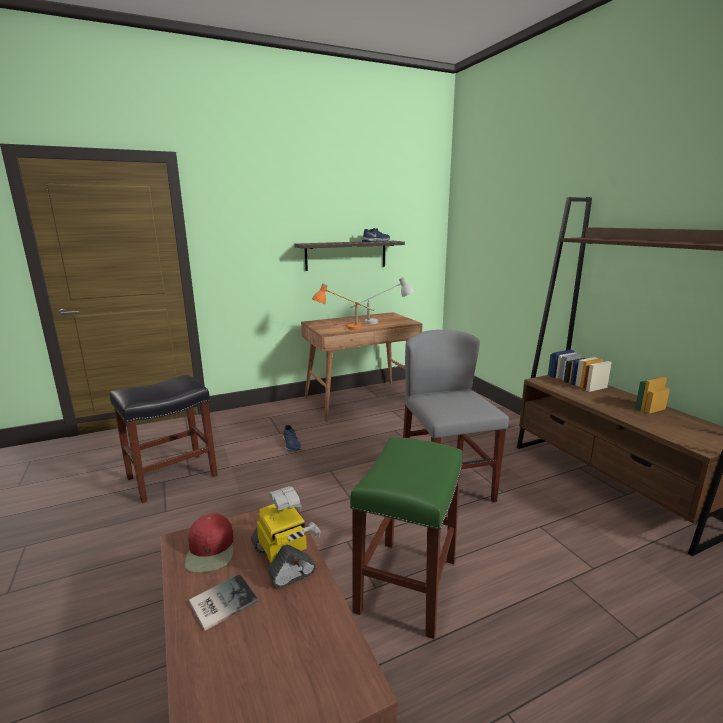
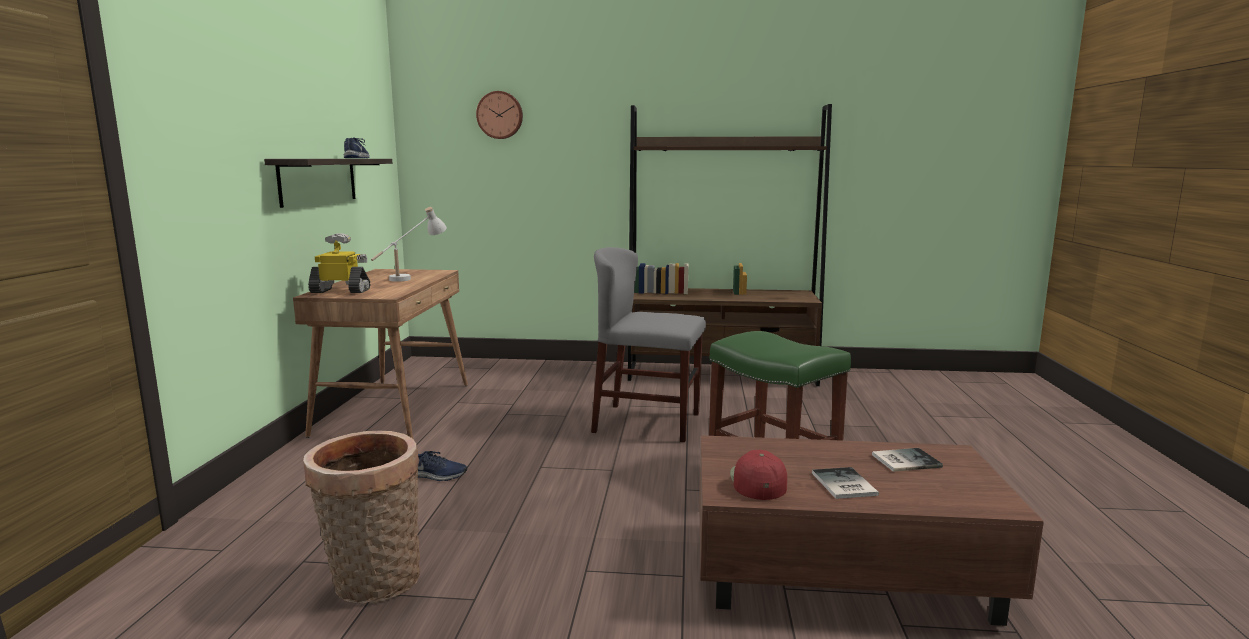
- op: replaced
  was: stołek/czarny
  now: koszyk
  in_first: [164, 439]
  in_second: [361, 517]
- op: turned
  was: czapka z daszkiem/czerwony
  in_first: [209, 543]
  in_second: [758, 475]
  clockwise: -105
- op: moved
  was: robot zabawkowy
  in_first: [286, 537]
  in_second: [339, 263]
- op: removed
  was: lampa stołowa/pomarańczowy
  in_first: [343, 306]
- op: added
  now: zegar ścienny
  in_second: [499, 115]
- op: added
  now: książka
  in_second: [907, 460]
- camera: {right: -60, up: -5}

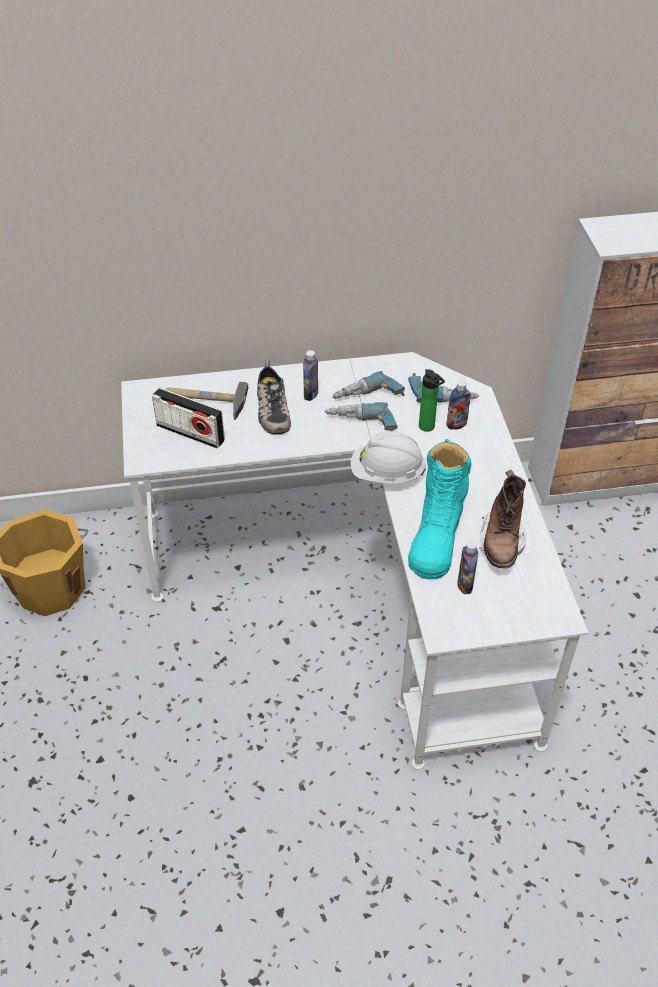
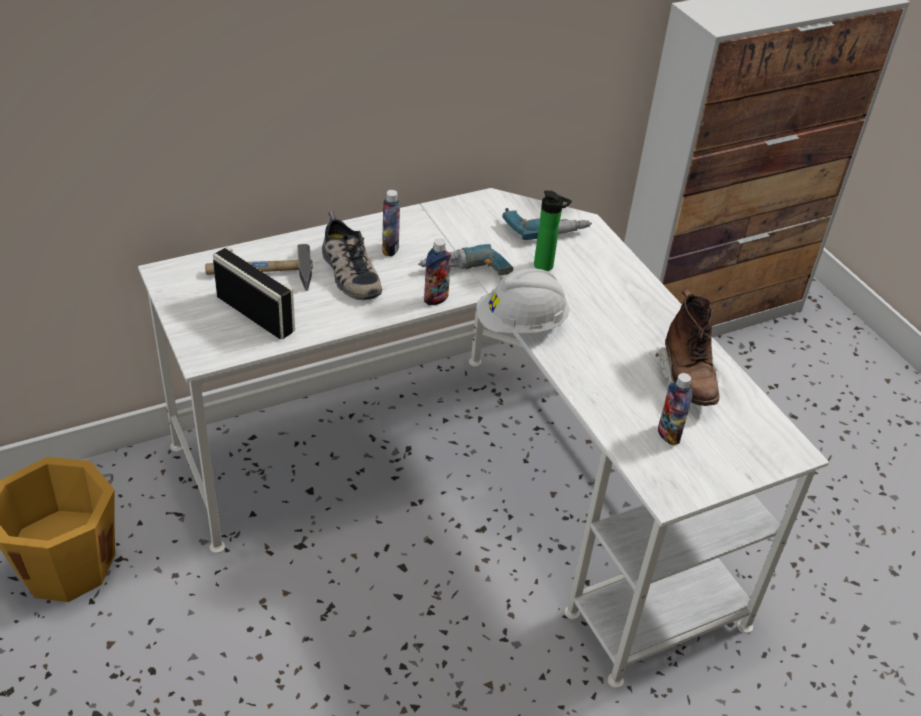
- op: turned
  was: radio
  in_first: [188, 418]
  in_second: [254, 293]
  clockwise: -150
- op: removed
  was: wiertarka
  in_first: [368, 385]
- op: removed
  was: but z cholewką/turkusowy
  in_first: [440, 509]
- op: moved
  was: butelka
  in_first: [458, 405]
  in_second: [437, 272]
- camera: {right: -20, up: -5}

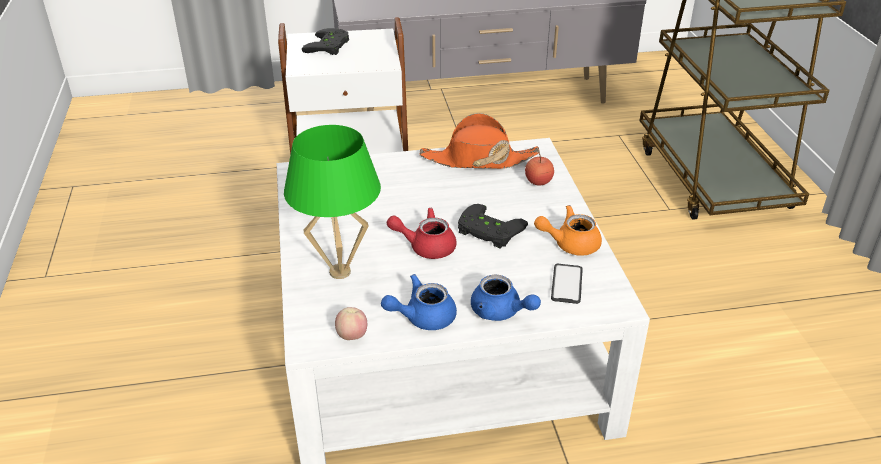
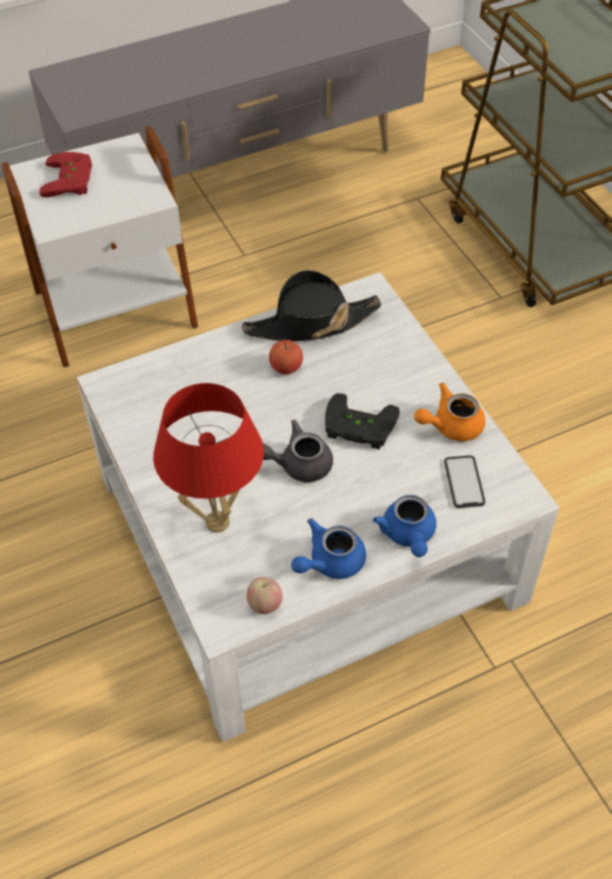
- op: recoloured
  was: lampa stołowa/zielony
  now: lampa stołowa/czerwony
  in_first: [332, 202]
  in_second: [208, 457]
- op: recoloured
  was: pad do gier/czarny
  now: pad do gier/czerwony
  in_first: [325, 41]
  in_second: [65, 174]
- op: recoloured
  was: imbryk/czerwony
  now: imbryk/szary
  in_first: [421, 233]
  in_second: [298, 451]
- op: recoloured
  was: kapelusz/pomarańczowy
  now: kapelusz/czarny
  in_first: [479, 141]
  in_second: [311, 305]
- op: turned
  was: imbryk/niebieski
  in_first: [506, 298]
  in_second: [404, 526]
  clockwise: 60
- op: moved
  was: jabłko
  in_first: [539, 169]
  in_second: [286, 356]
- camera: {right: -15, up: 15}

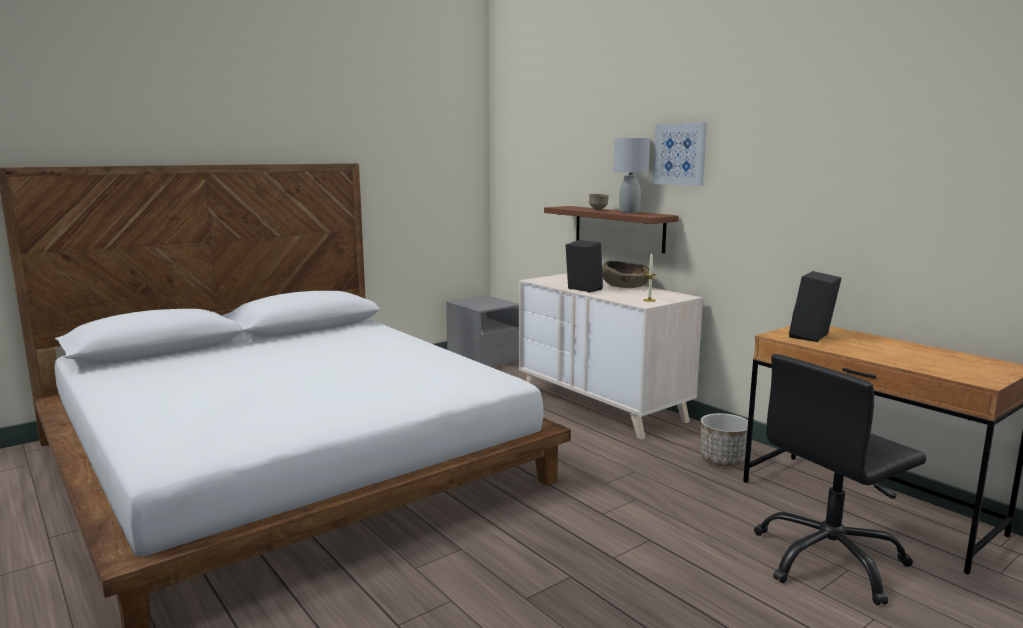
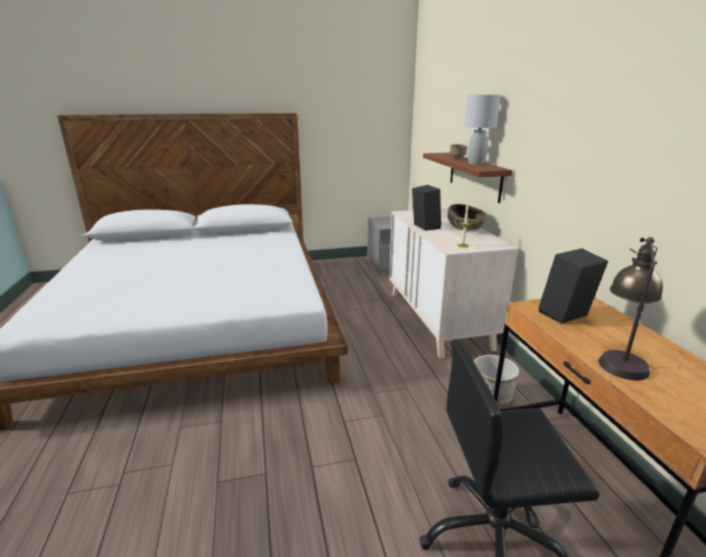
- op: removed
  was: obraz
  in_first: [680, 154]
- op: added
  now: lampa stołowa
  in_second: [630, 308]
- camera: {right: 25, up: 10}

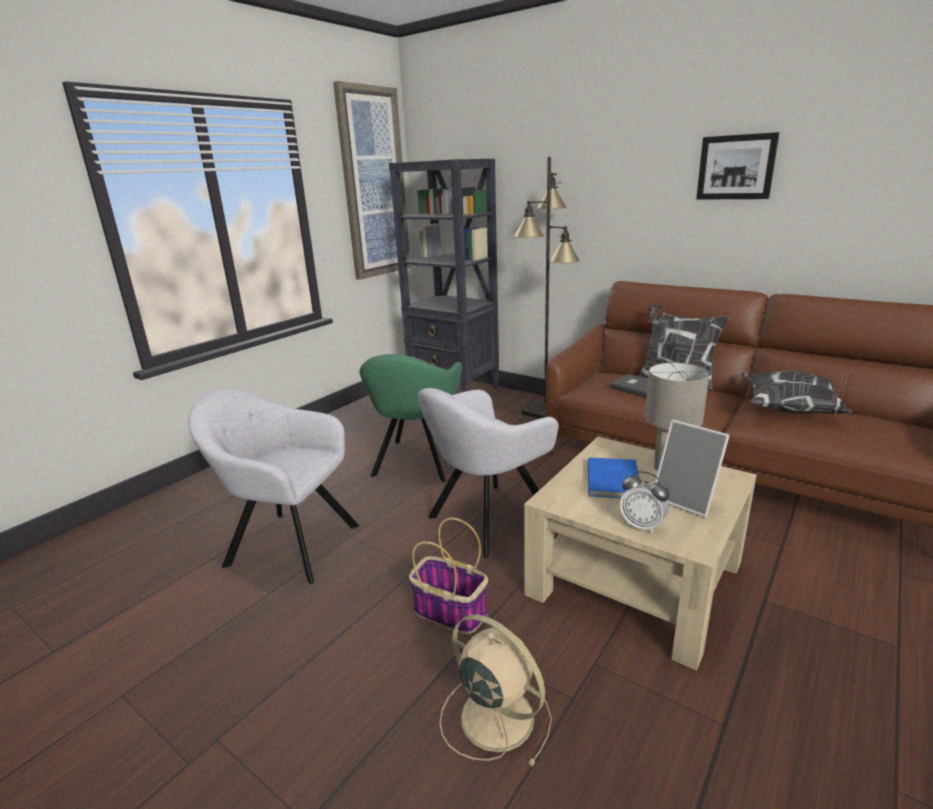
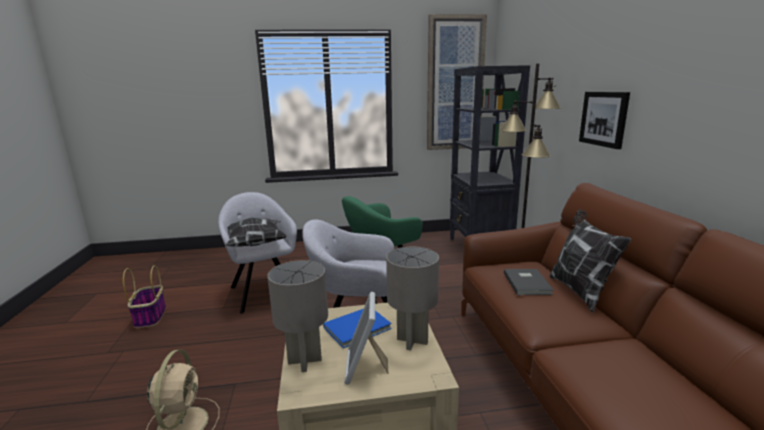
- op: moved
  was: koszyk
  in_first: [448, 576]
  in_second: [144, 296]
- op: replaced
  was: budzik
  now: lampa stołowa/szary
  in_first: [644, 502]
  in_second: [297, 316]
- op: moved
  was: obraz
  in_first: [737, 166]
  in_second: [604, 120]
- op: moved
  was: poduszka
  in_first: [796, 392]
  in_second: [256, 232]
- camera: {right: 45, up: -5}

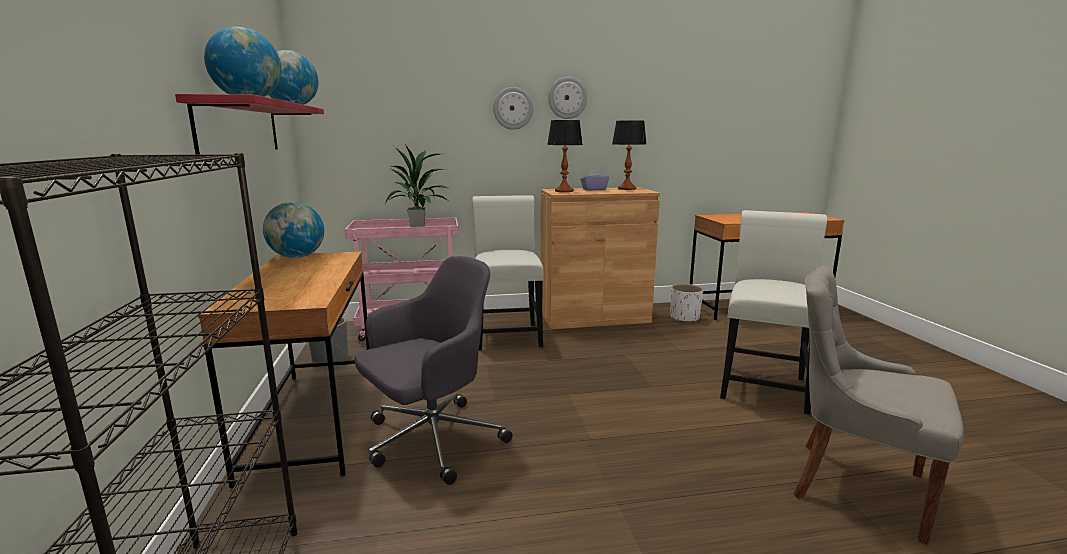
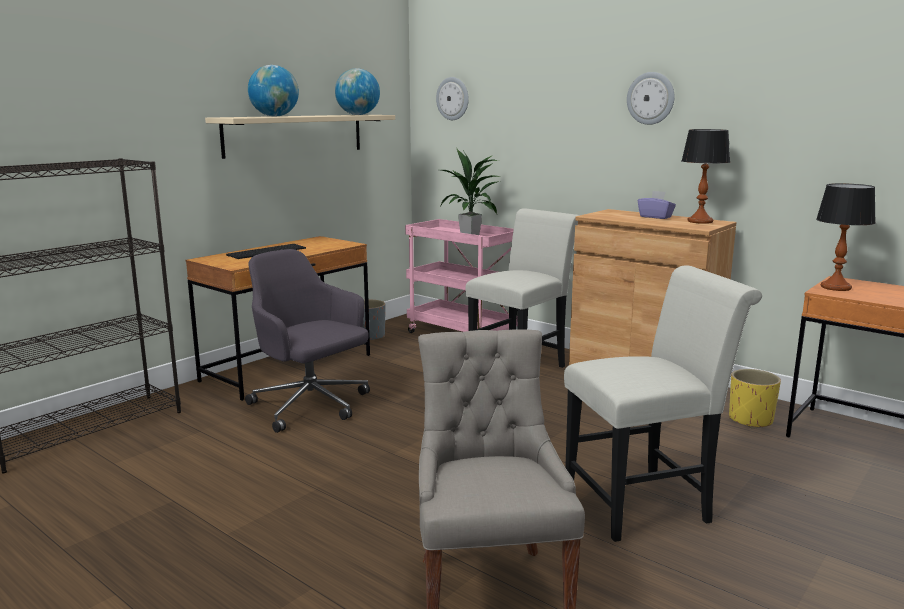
- op: recoloured
  was: półka/czerwony
  now: półka/beżowy
  in_first: [249, 125]
  in_second: [300, 137]
- op: removed
  was: globus
  in_first: [293, 230]
- op: turned
  was: krzesło biurowe/szary
  in_first: [433, 370]
  in_second: [307, 341]
  clockwise: -150
- op: moved
  was: zegar ścienny
  in_first: [513, 108]
  in_second: [452, 98]
- op: moved
  was: lampa stołowa
  in_first: [565, 156]
  in_second: [846, 237]
- op: recoloured
  was: donica/biały
  now: donica/żółty
  in_first: [686, 303]
  in_second: [755, 399]
- op: added
  now: klawiatura
  in_second: [266, 251]
- camera: {right: 50, up: 0}

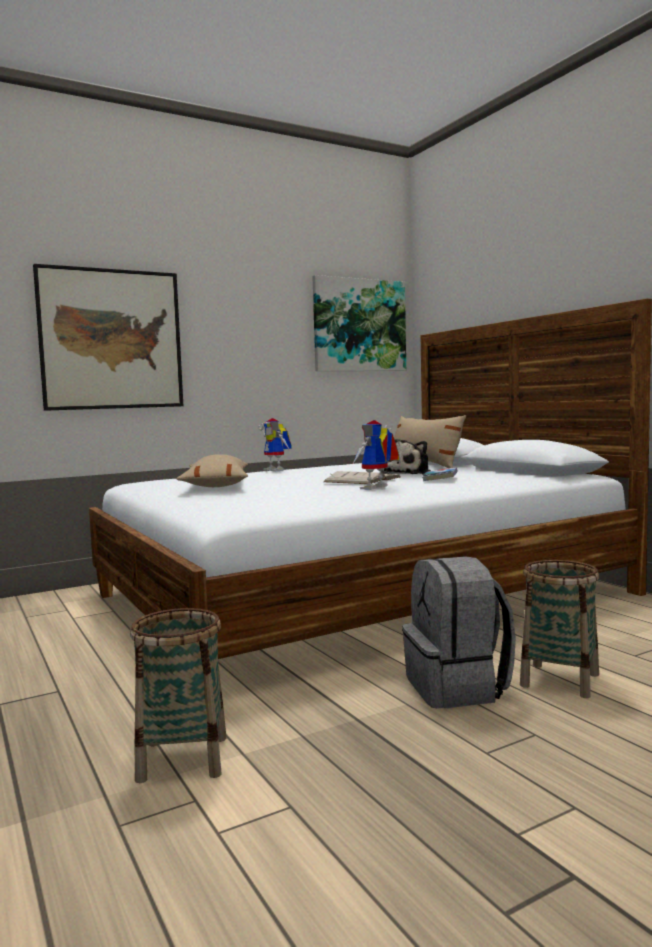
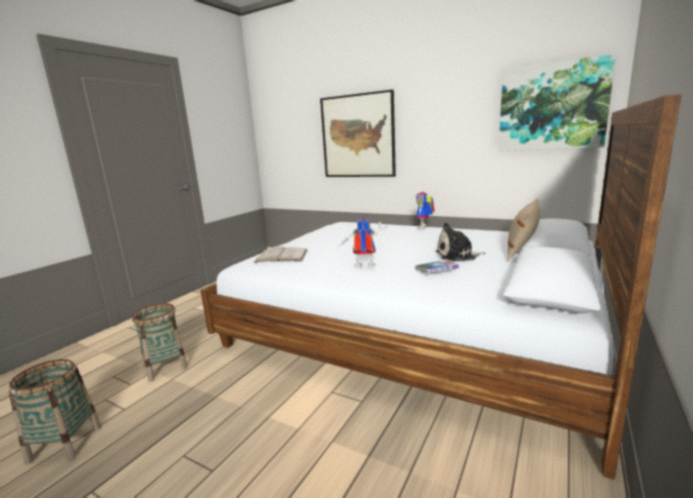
- op: removed
  was: poduszka/beżowy
  in_first: [212, 470]
- op: moved
  was: książka/biały
  in_first: [362, 477]
  in_second: [280, 254]
- op: removed
  was: plecak/szary
  in_first: [459, 632]
- op: moved
  was: koszyk
  in_first: [559, 629]
  in_second: [54, 412]
- camera: {right: 60, up: 10}

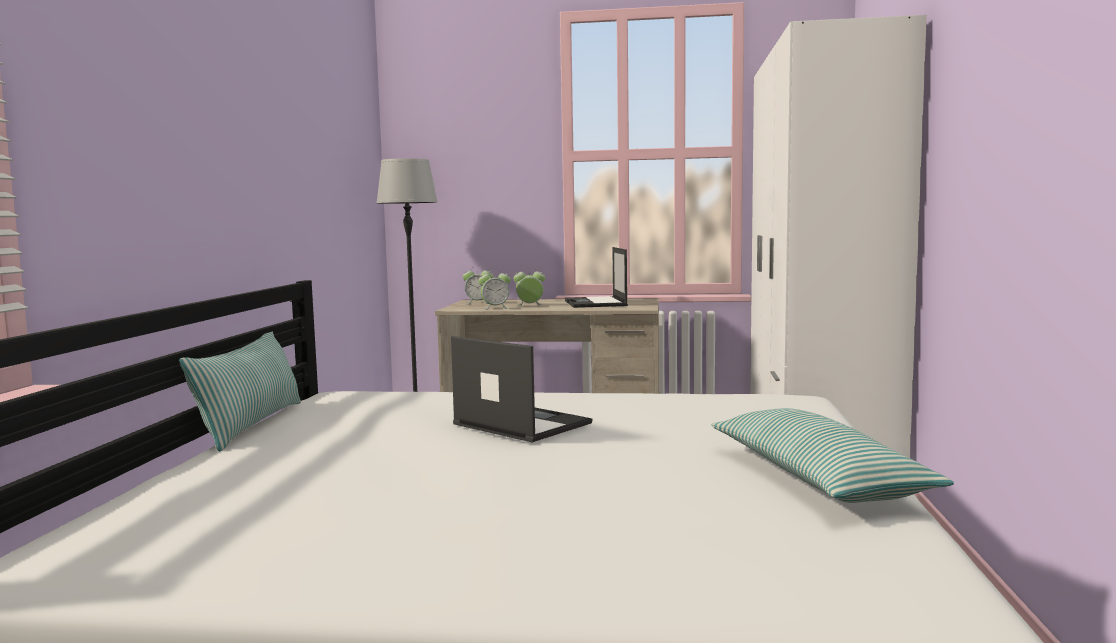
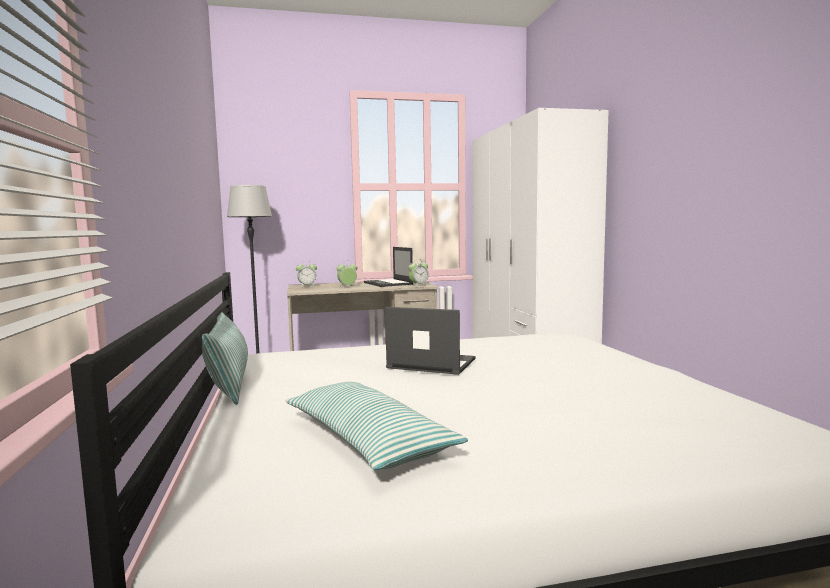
- op: moved
  was: budzik
  in_first: [494, 290]
  in_second: [419, 274]
- op: moved
  was: poduszka
  in_first: [833, 455]
  in_second: [377, 426]
- camera: {right: -20, up: 0}

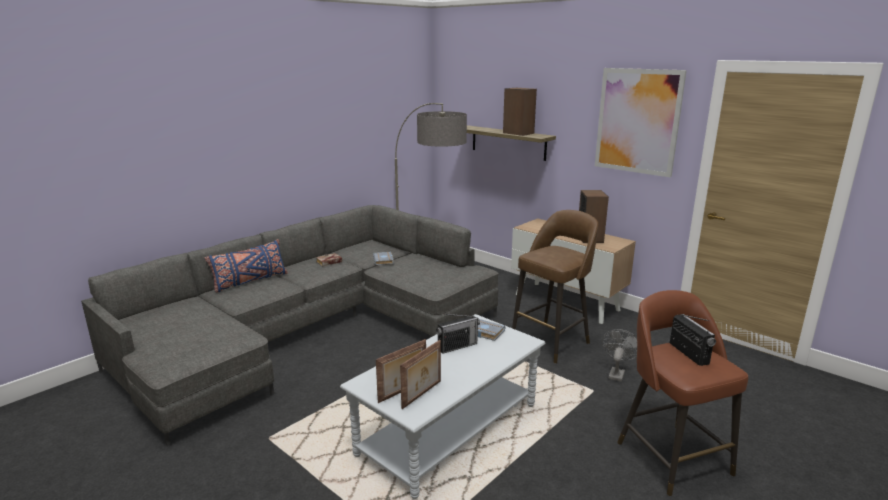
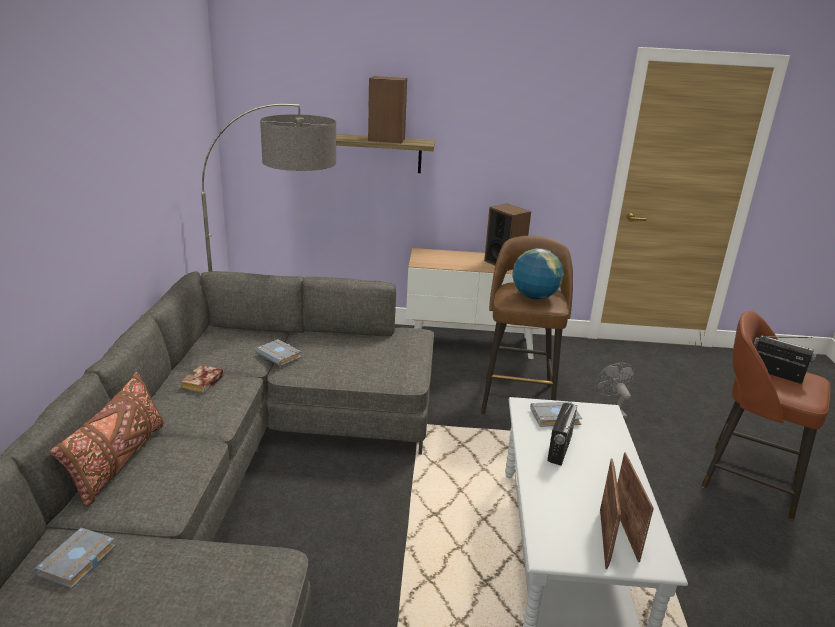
- op: recoloured
  was: poduszka/niebieski
  now: poduszka/brązowy
  in_first: [246, 266]
  in_second: [107, 439]
- op: removed
  was: obraz
  in_first: [641, 122]
- op: added
  now: książka/szary
  in_second: [75, 558]
- op: added
  now: globus
  in_second: [538, 273]
- camera: {right: -40, up: 5}

